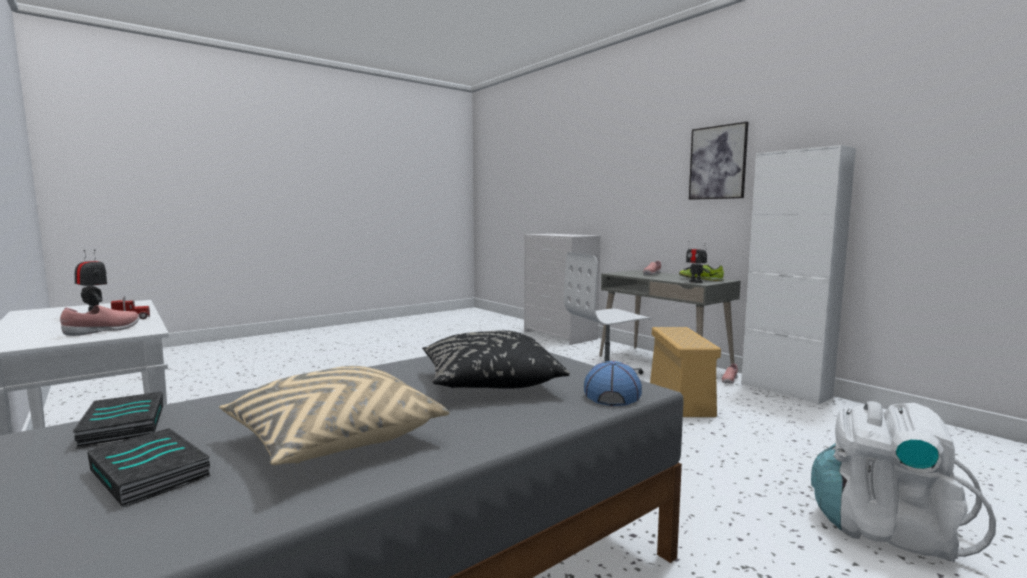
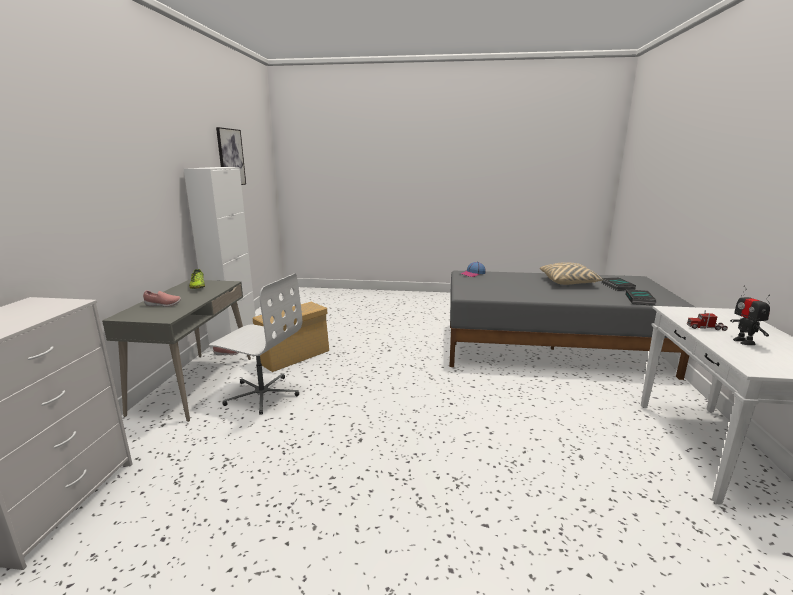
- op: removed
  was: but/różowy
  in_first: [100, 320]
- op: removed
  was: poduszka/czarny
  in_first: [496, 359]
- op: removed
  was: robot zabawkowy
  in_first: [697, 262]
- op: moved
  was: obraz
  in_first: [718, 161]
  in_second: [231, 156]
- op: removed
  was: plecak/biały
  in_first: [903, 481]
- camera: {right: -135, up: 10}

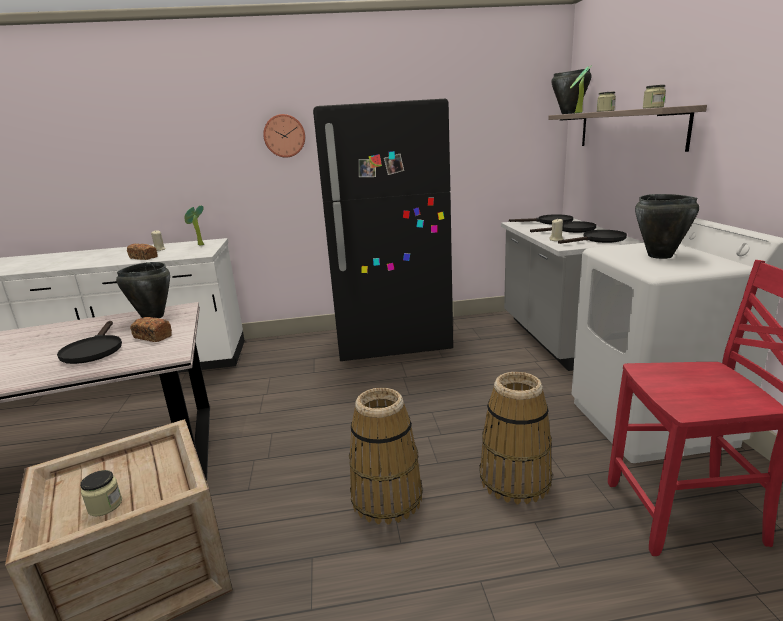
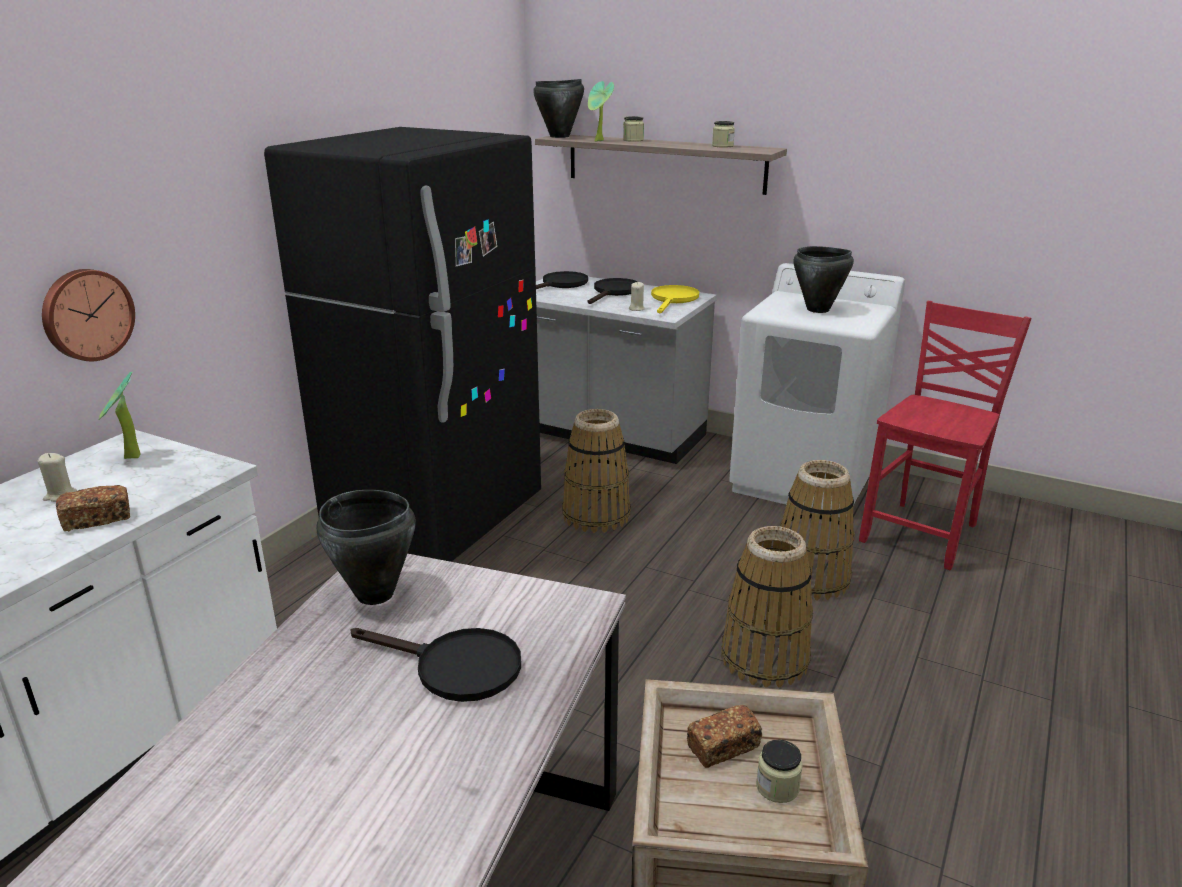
- op: moved
  was: chleb
  in_first: [151, 329]
  in_second: [725, 736]
- op: moved
  was: zegar ścienny
  in_first: [284, 136]
  in_second: [88, 315]
- op: recoloured
  was: patelnia/czarny
  now: patelnia/żółty
  in_first: [592, 237]
  in_second: [675, 299]
- op: added
  now: koszyk
  in_second: [596, 471]
- camera: {right: -55, up: 5}

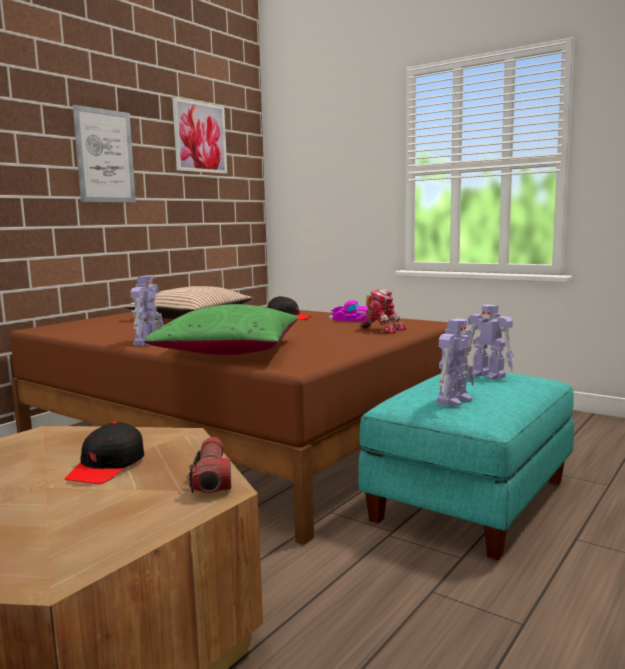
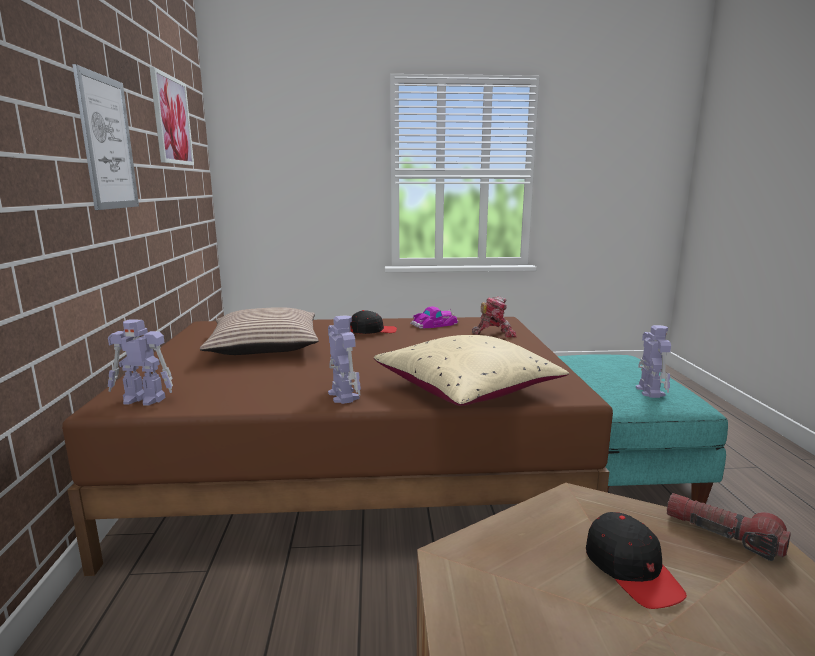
- op: recoloured
  was: poduszka/zielony
  now: poduszka/beżowy
  in_first: [221, 329]
  in_second: [471, 370]
- op: moved
  was: robot zabawkowy
  in_first: [490, 342]
  in_second: [140, 362]
- camera: {right: -40, up: 5}

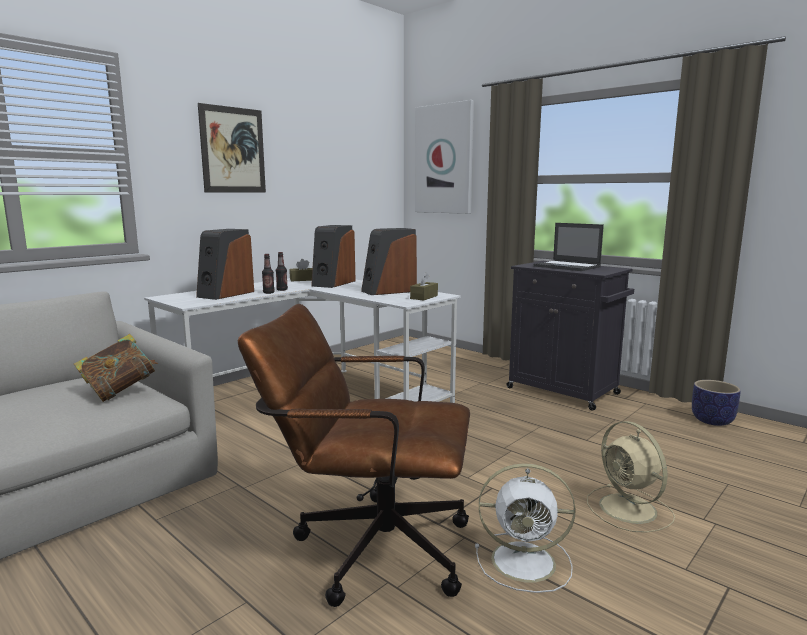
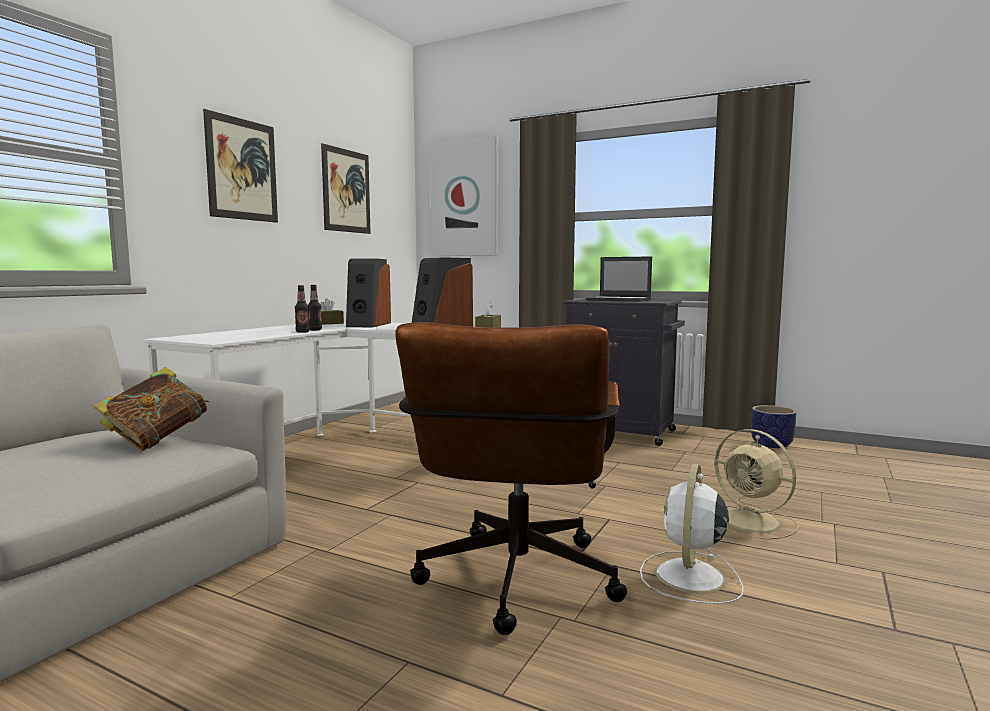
- op: removed
  was: głośnik
  in_first: [225, 264]
- op: turned
  was: krzesło biurowe/brązowy
  in_first: [354, 455]
  in_second: [511, 478]
  clockwise: -75
- op: turned
  was: wentylator/biały
  in_first: [525, 528]
  in_second: [691, 533]
  clockwise: 120
- op: added
  now: obraz
  in_second: [346, 188]
- camera: {right: -15, up: -5}

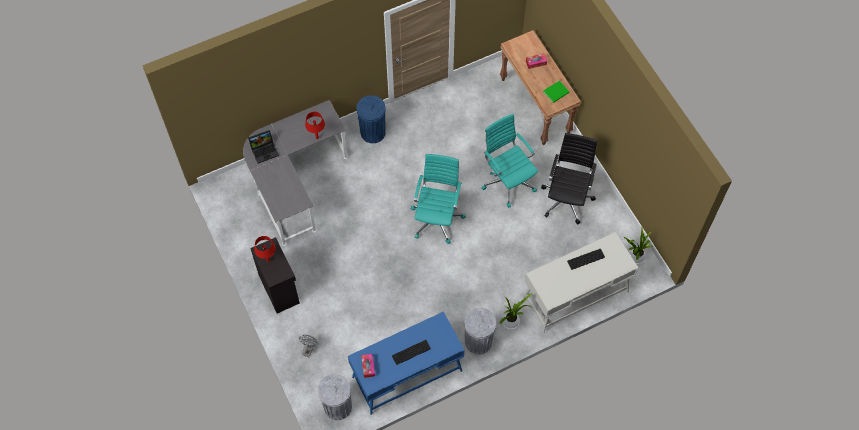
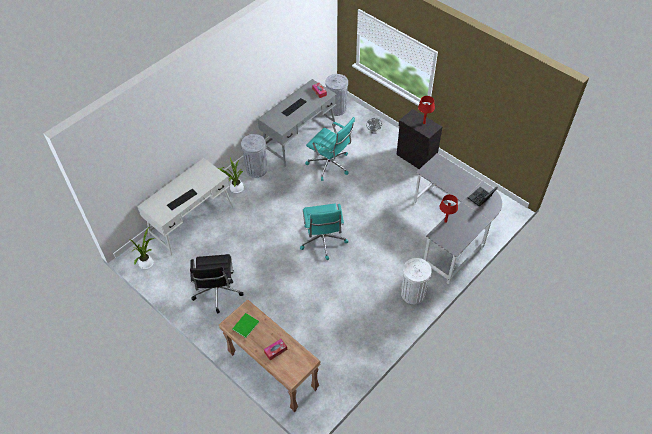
- op: recoloured
  was: biurko/niebieski
  now: biurko/szary
  in_first: [406, 363]
  in_second: [297, 122]
- op: recoloured
  was: kosz na śmieci/niebieski
  now: kosz na śmieci/biały
  in_first: [371, 119]
  in_second: [416, 281]
- op: moved
  was: krzesło biurowe/turkusowy
  in_first: [509, 161]
  in_second: [330, 149]
- camera: {right: 160, up: -10}

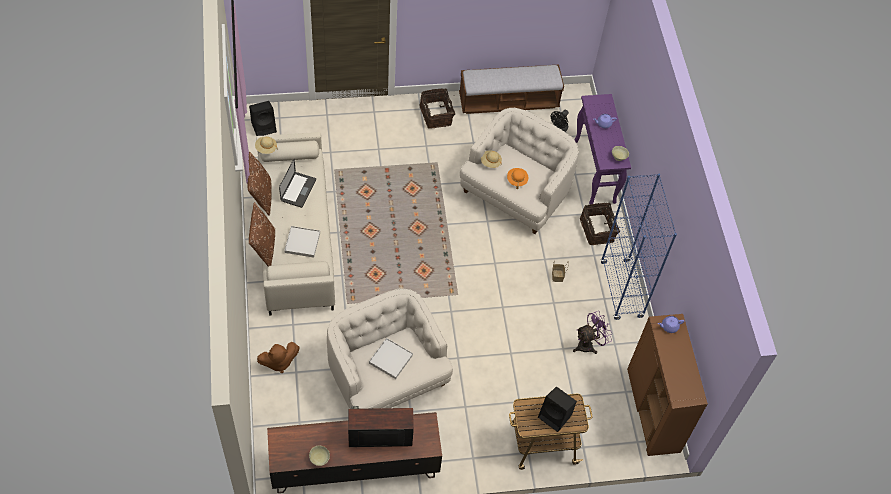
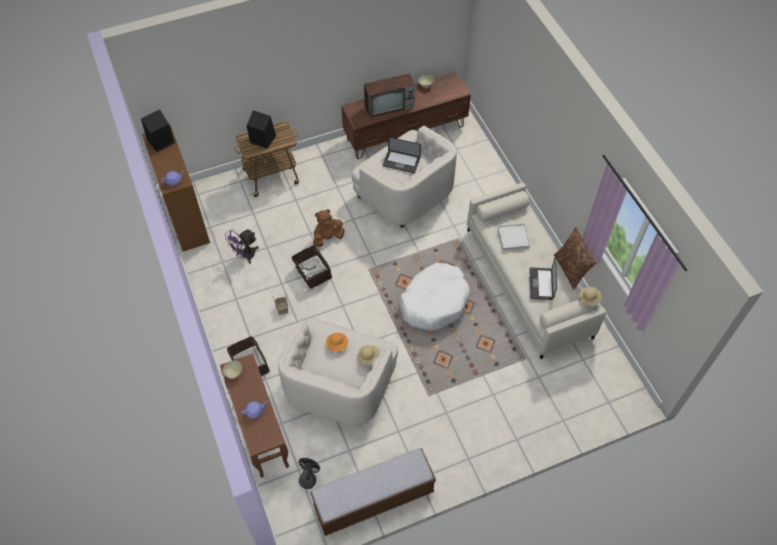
- op: moved
  was: głośnik/czarny
  in_first: [263, 118]
  in_second: [158, 130]
- op: removed
  was: poduszka/brązowy
  in_first: [262, 234]
- op: moved
  was: pluszak/brązowy
  in_first: [278, 357]
  in_second: [329, 228]
- op: replaced
  was: taca/biały
  now: laptop
  in_first: [391, 358]
  in_second: [402, 155]
- op: moved
  was: koszyk
  in_first: [437, 108]
  in_second: [312, 267]
- op: recoloured
  was: stolik konsolowy/fioletowy
  now: stolik konsolowy/brązowy
  in_first: [602, 149]
  in_second: [254, 415]
- op: removed
  was: regał/niebieski
  in_first: [639, 247]
- op: added
  now: legowisko/biały
  in_second: [435, 296]
- camera: {right: 170, up: 0}

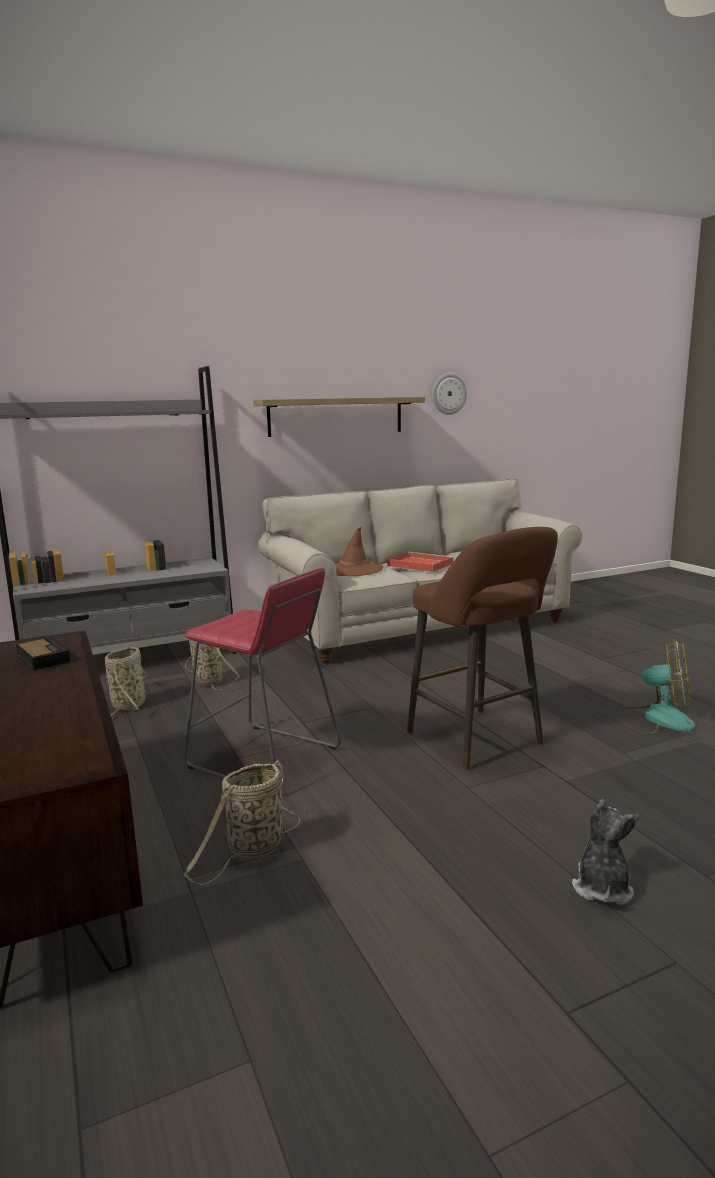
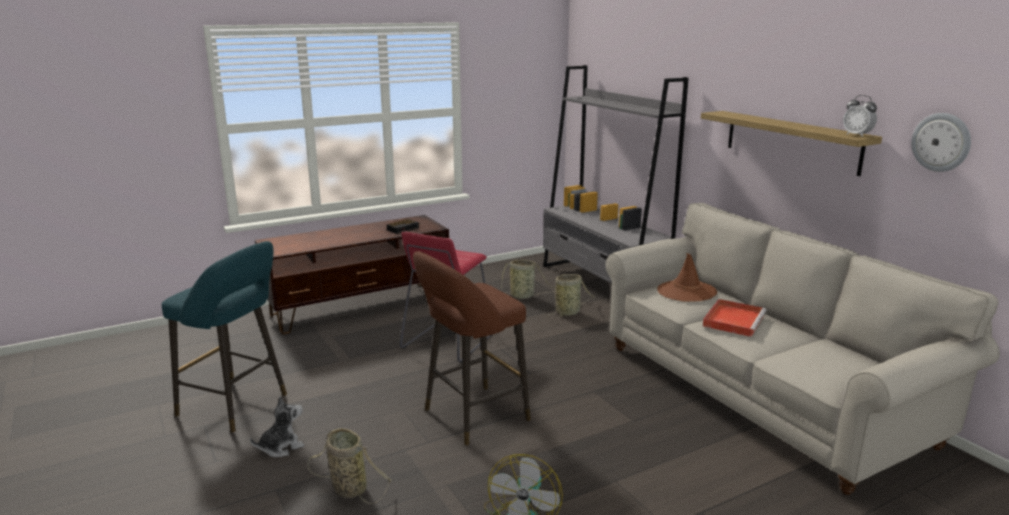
- op: moved
  was: koszyk
  in_first: [242, 822]
  in_second: [349, 466]
- op: turned
  was: pluszak
  in_first: [605, 852]
  in_second: [277, 426]
  clockwise: -45
- op: added
  now: stołek/turkusowy
  in_second: [224, 337]
- op: added
  now: budzik
  in_second: [860, 116]
- camera: {right: 85, up: 5}

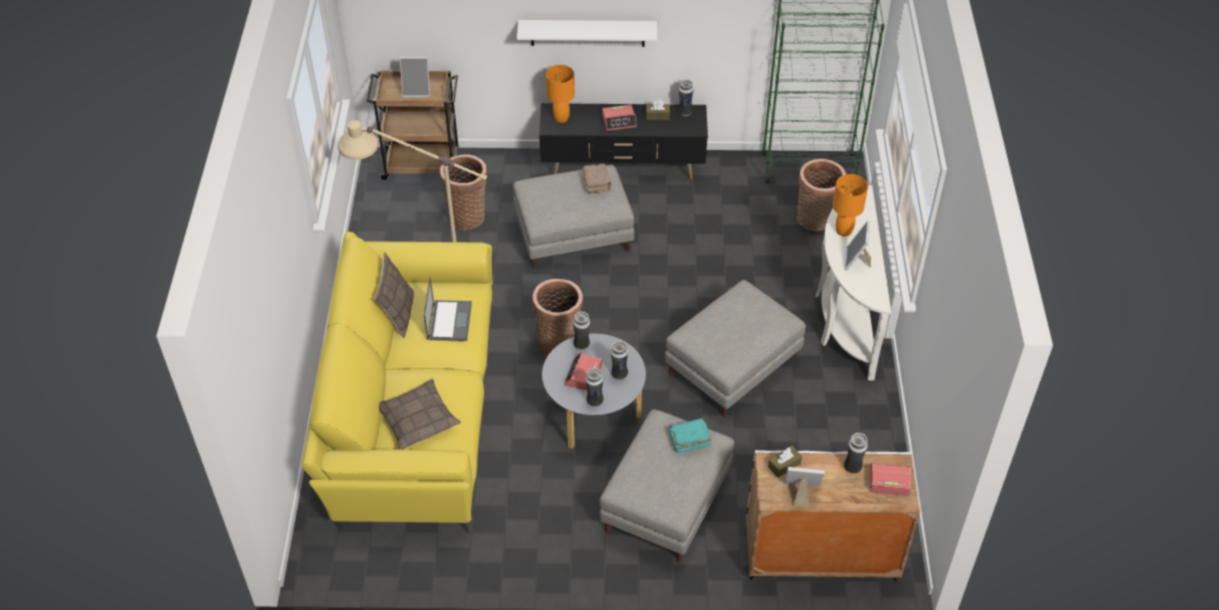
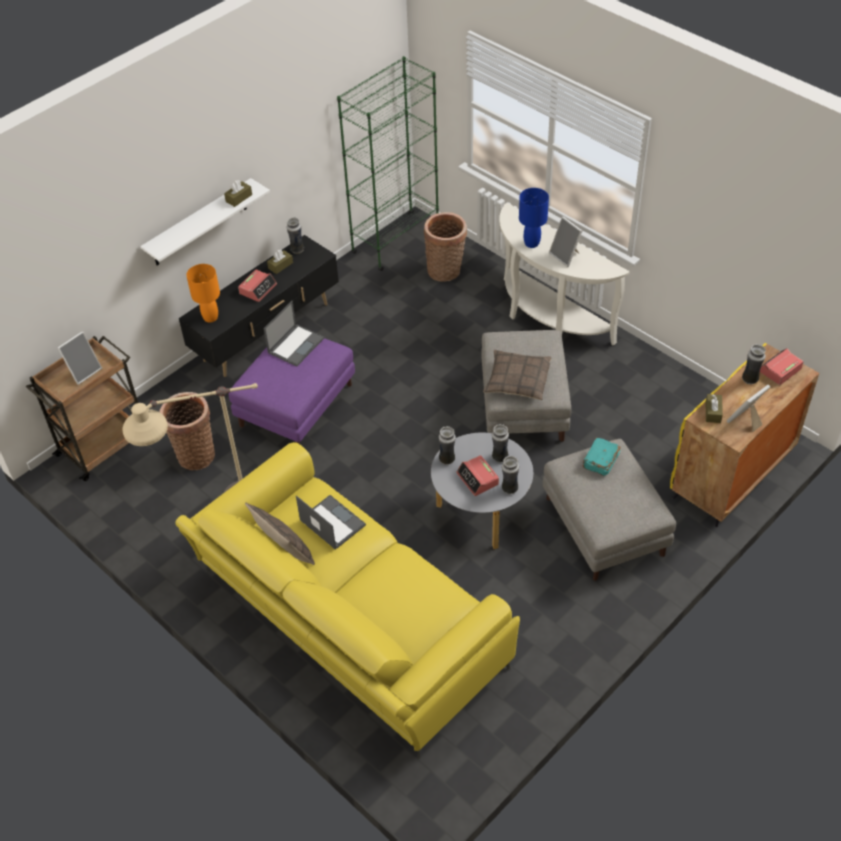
- op: moved
  was: poduszka
  in_first: [420, 414]
  in_second: [517, 375]
- op: recoloured
  was: pufa/szary
  now: pufa/fioletowy
  in_first: [573, 217]
  in_second: [292, 391]
- op: removed
  was: koszyk
  in_first: [557, 317]
- op: replaced
  was: książka/brązowy
  now: laptop
  in_first: [597, 178]
  in_second: [294, 333]
- op: recoloured
  was: szafka/biały
  now: szafka/żółty
  in_first: [833, 516]
  in_second: [744, 435]
- op: recoloured
  was: lampa stołowa/pomarańczowy
  now: lampa stołowa/niebieski
  in_first: [850, 205]
  in_second: [534, 218]
- op: added
  now: pudełko chusteczek/brązowy
  in_second: [238, 193]
- camera: {right: -45, up: 0}

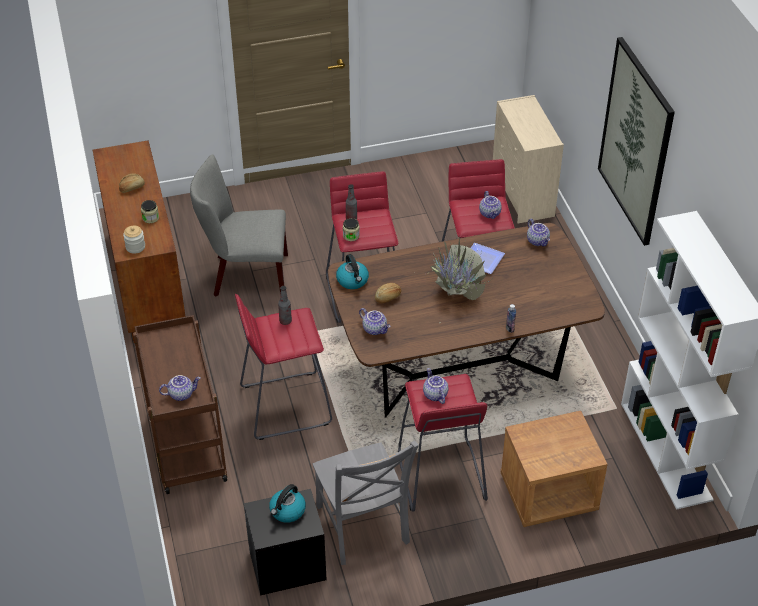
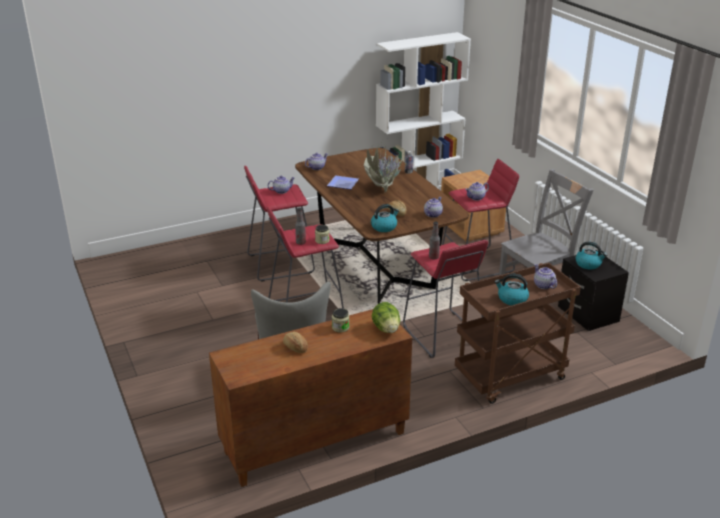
- op: replaced
  was: słoik
  now: sałata
  in_first: [134, 240]
  in_second: [386, 317]
- op: removed
  was: komoda/beżowy
  in_first: [528, 159]
- op: removed
  was: obraz
  in_first: [636, 141]
- op: added
  now: czajnik
  in_second: [512, 289]
- camera: {right: -100, up: -15}

